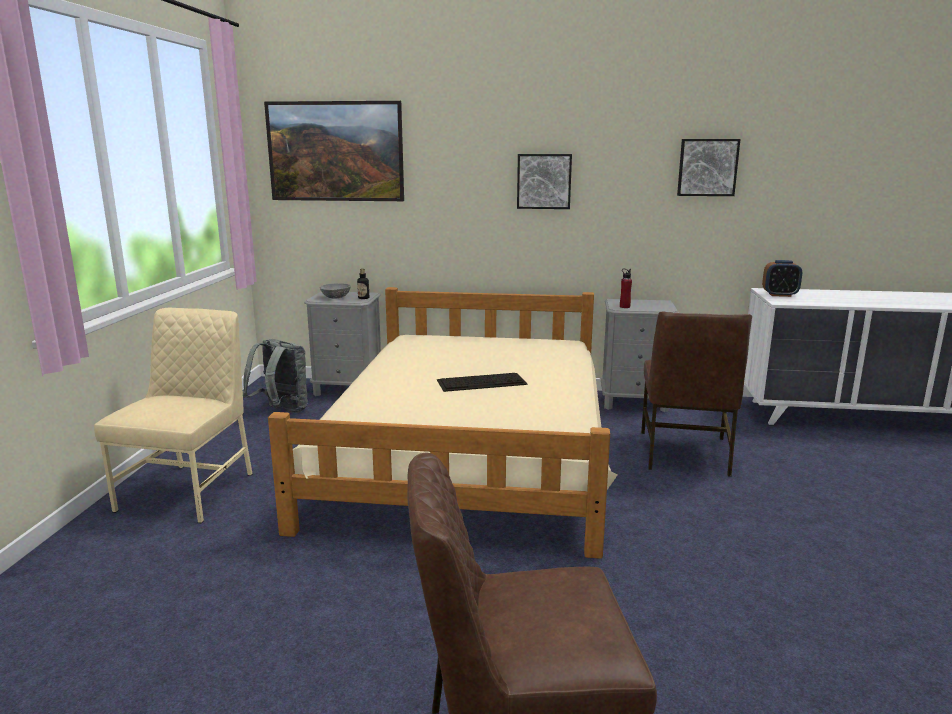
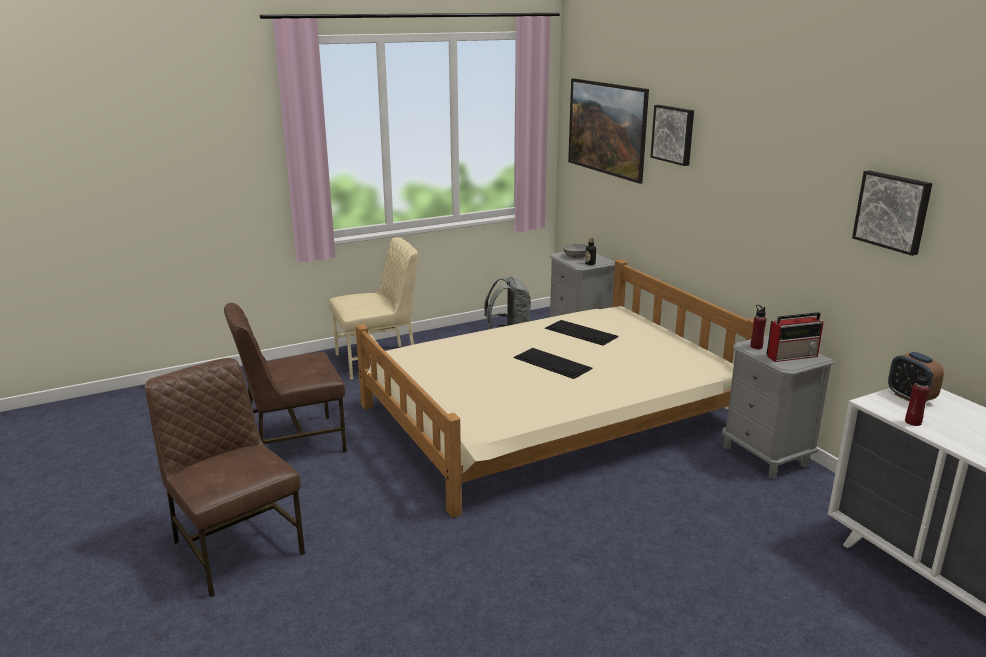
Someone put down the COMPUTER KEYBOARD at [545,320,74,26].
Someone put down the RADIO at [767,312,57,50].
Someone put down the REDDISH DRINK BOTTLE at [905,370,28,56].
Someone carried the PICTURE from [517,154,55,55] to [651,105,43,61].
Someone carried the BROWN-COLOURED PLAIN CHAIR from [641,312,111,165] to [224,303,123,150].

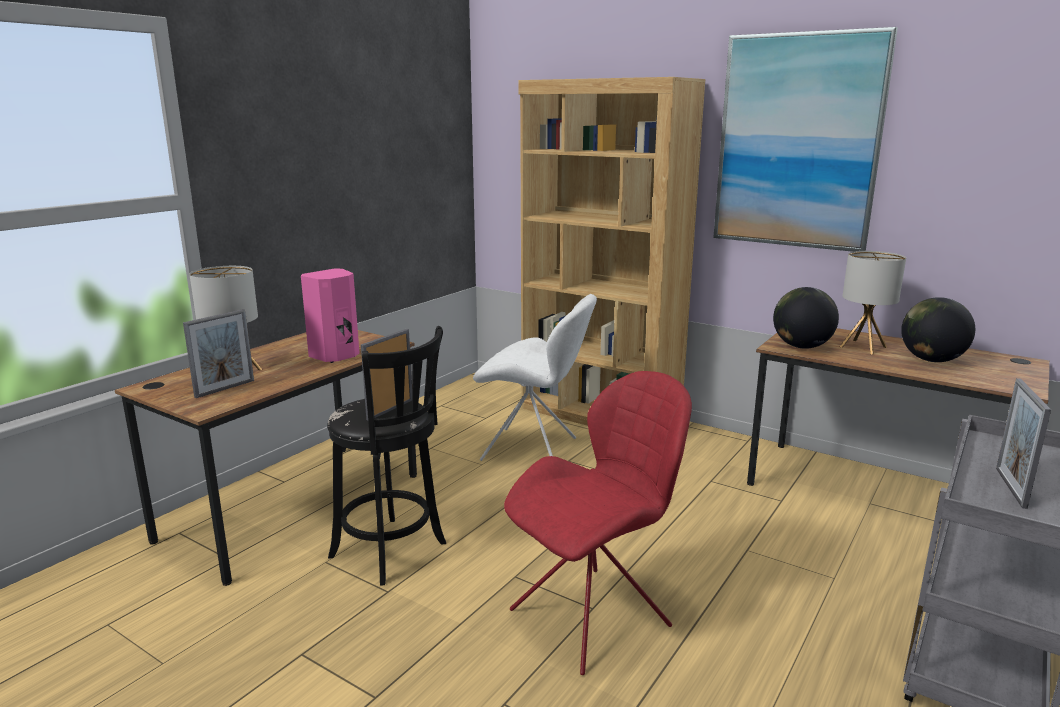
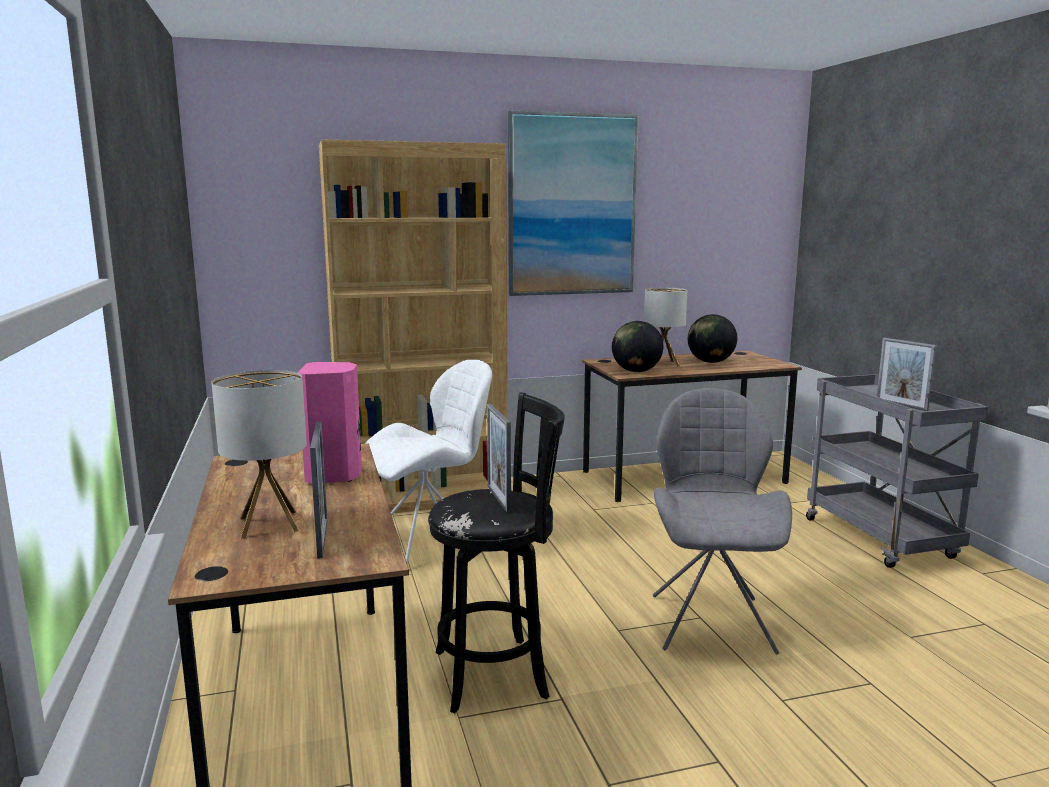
Someone repainted the REDDISH PLAIN CHAIR at [504,371,188,304], which became the GRAY PLAIN CHAIR at [653,388,139,267].

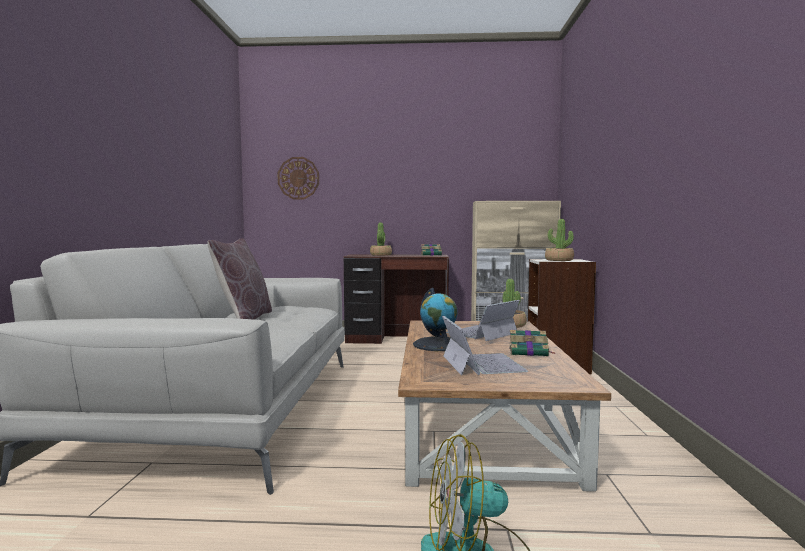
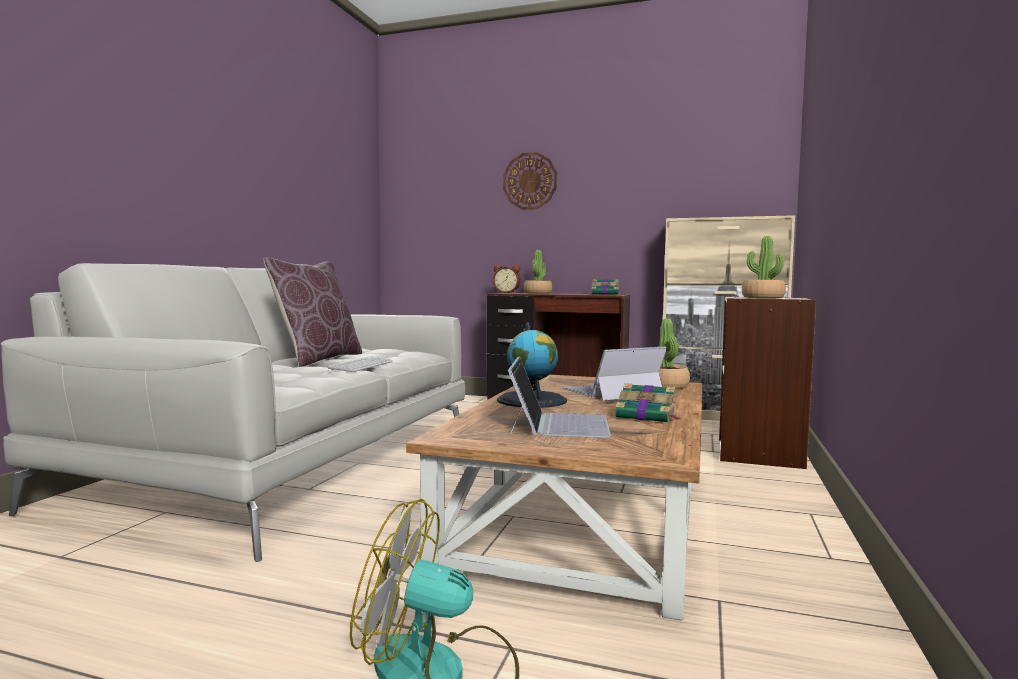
Someone put down the COMPUTER KEYBOARD at [328,356,65,16].
Someone put down the BEDSIDE CLOCK at [493,264,28,29].
Someone carried the CLOCK ON THE WALL from [278,157,41,43] to [503,152,54,58].

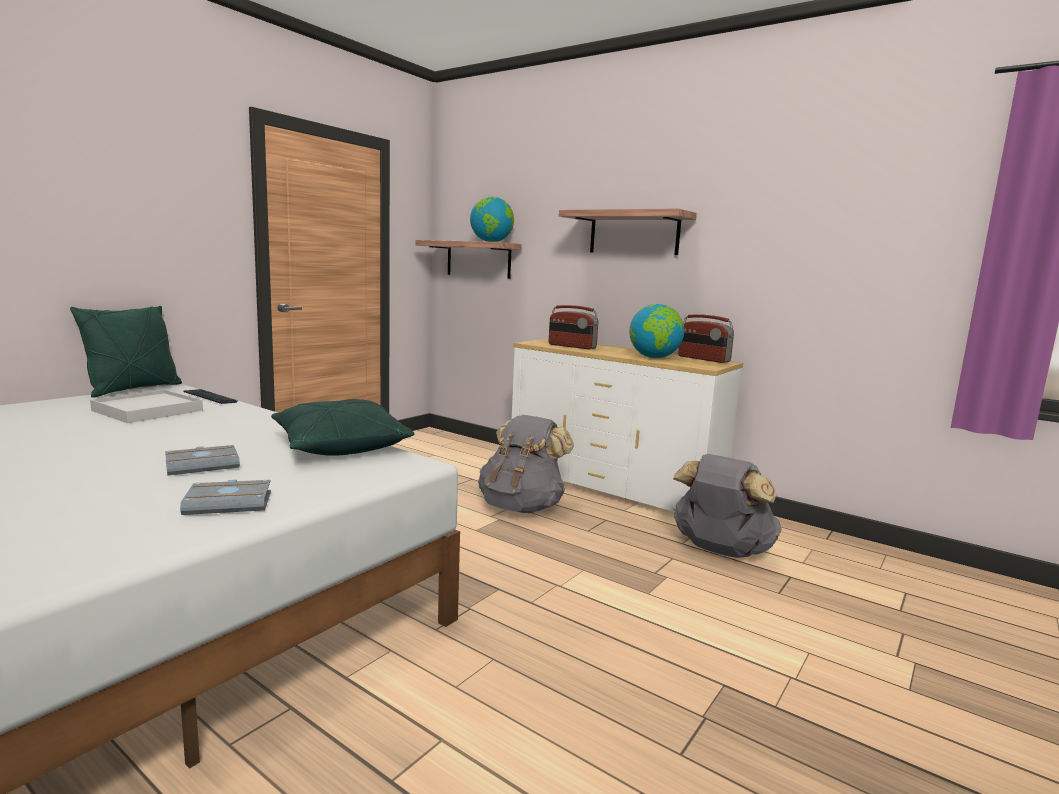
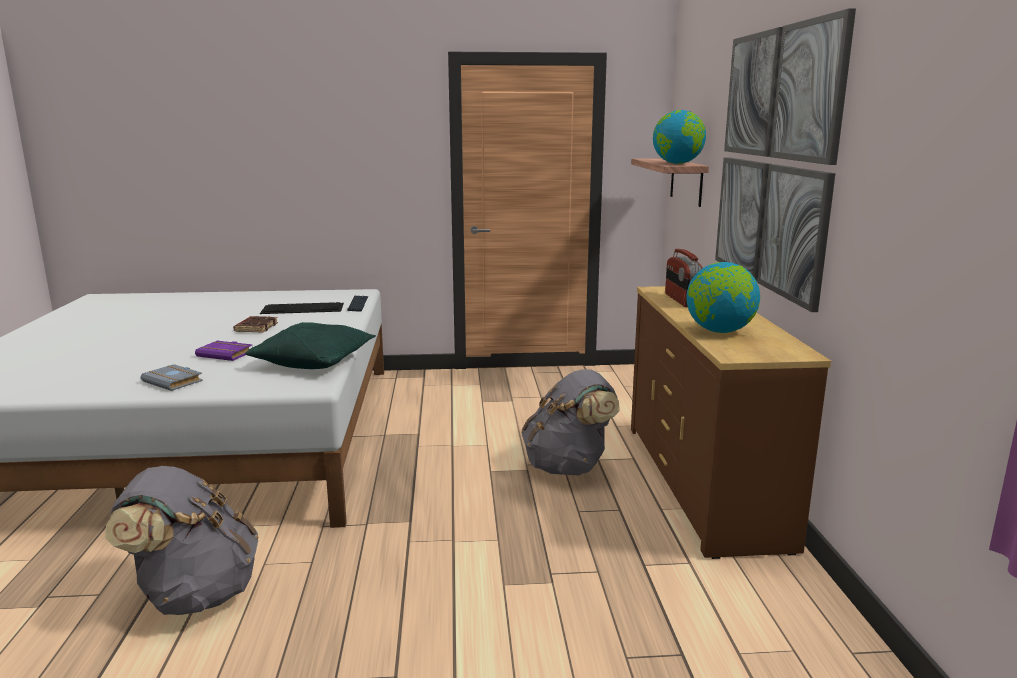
Someone took away the GREENISH PILLOW at [70,306,112,92].
Someone took away the RADIO at [678,314,56,49].
Someone put down the BROWN-COLOURED BOUND BOOK at [233,316,45,17].
Someone carried the GRAY RUCKSACK from [673,454,108,104] to [105,466,154,149].
Someone swapped the WHITE CARRYING TRAY at [90,390,113,33] for the COMPUTER KEYBOARD at [260,302,84,12].
Someone swapped the WALL SHELF at [559,208,138,47] for the PICTURE at [715,8,141,304].
Someone repainted the GRAY BOUND BOOK at [165,445,75,31], which became the PURPLE-COLOURED BOUND BOOK at [195,341,57,20].
Someone repainted the WHITE DRESSER at [512,339,231,173], which became the BROWN-COLOURED DRESSER at [631,286,200,273].

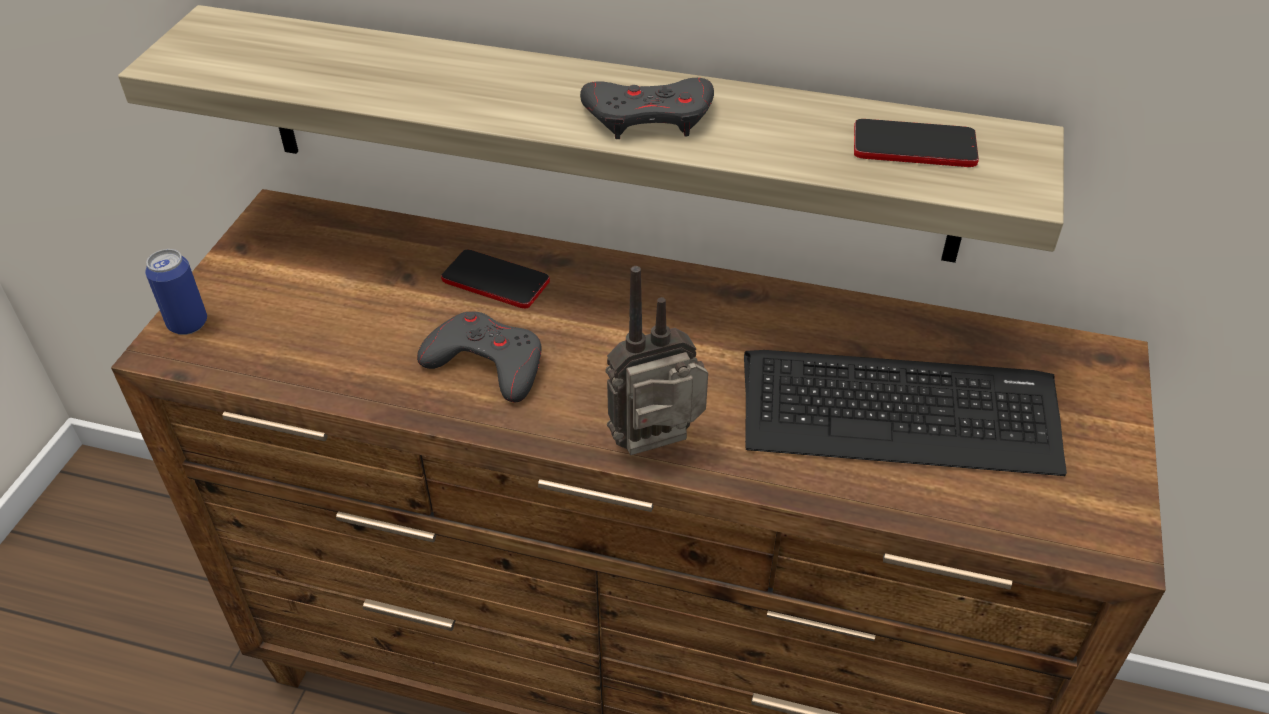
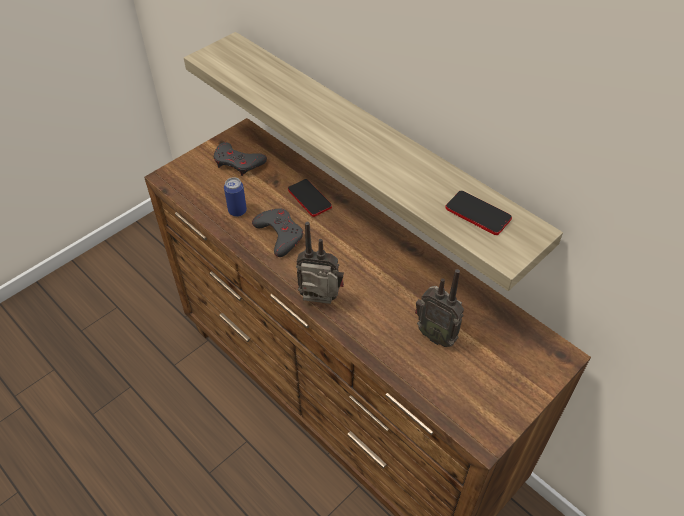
Someone carried the SEALED CAN from [145,249,62,86] to [224,177,23,40].
Someone carried the GRAY GAMEPAD from [580,78,134,61] to [214,142,53,34].
Someone swapped the COMPUTER KEYBOARD at [744,350,323,126] for the RADIO at [415,269,49,78].

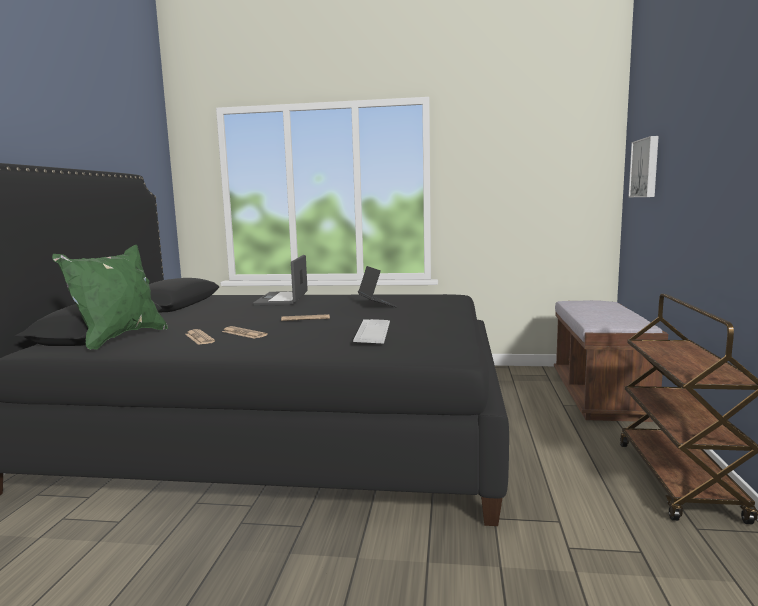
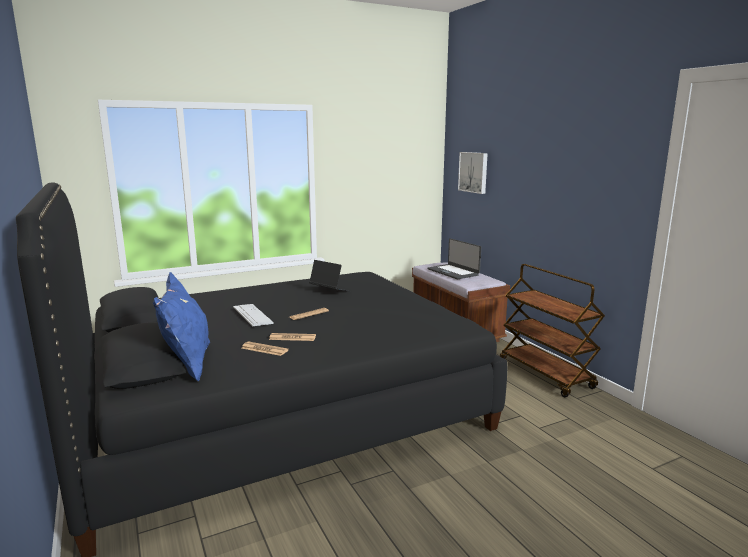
Someone carried the LAPTOP from [253,255,55,51] to [427,238,54,41].
Someone carried the COMPUTER KEYBOARD from [353,319,37,25] to [233,304,41,22].
Someone repainted the GREENISH PILLOW at [52,245,116,105], which became the BLUISH PILLOW at [153,273,57,109].

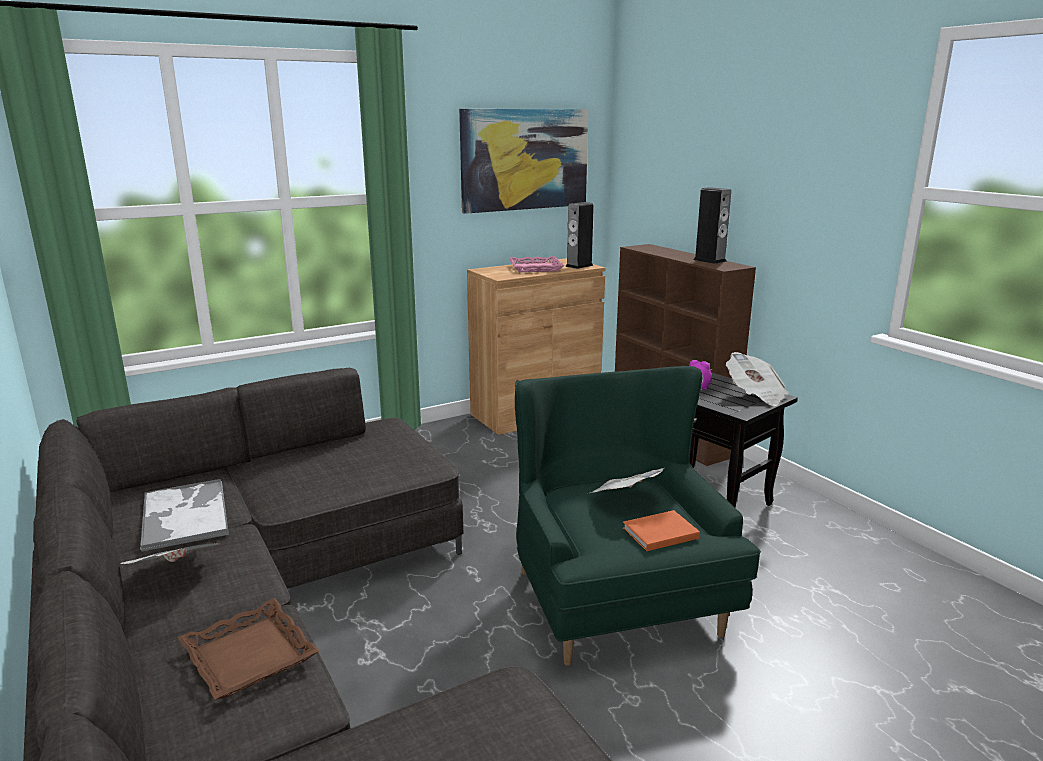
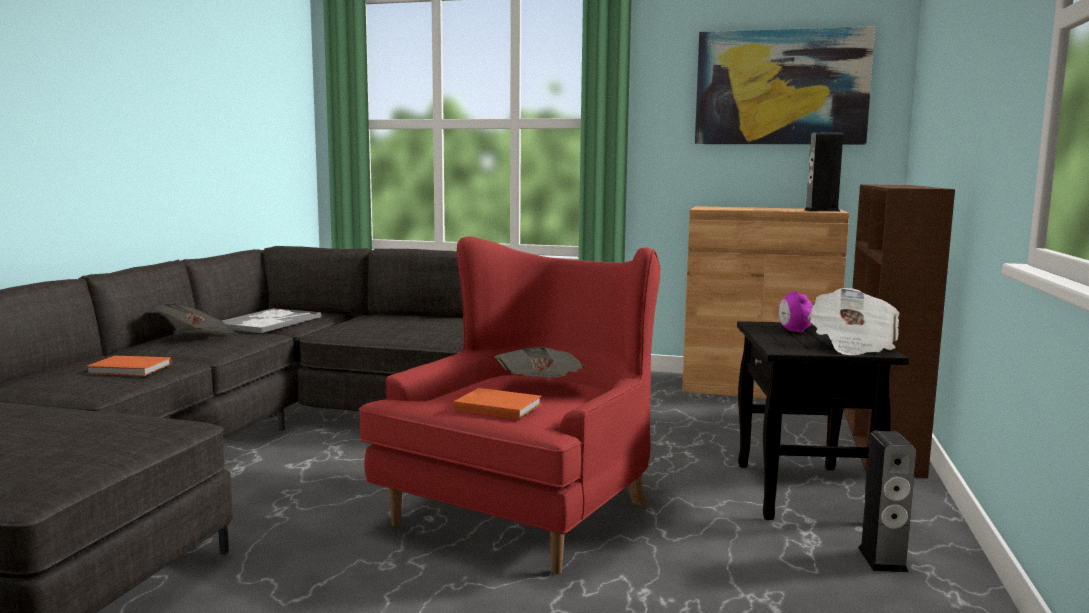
Someone took away the PINKISH CARRYING TRAY at [508,256,56,16].
Someone carried the SPEAKER from [693,187,38,77] to [858,431,58,142].
Someone swapped the BROWN-COLOURED CARRYING TRAY at [178,598,141,101] for the ORANGEY BOUND BOOK at [86,356,85,20].
Someone repainted the GREENISH ARMCHAIR at [515,366,246,300], which became the REDDISH ARMCHAIR at [359,236,302,338].

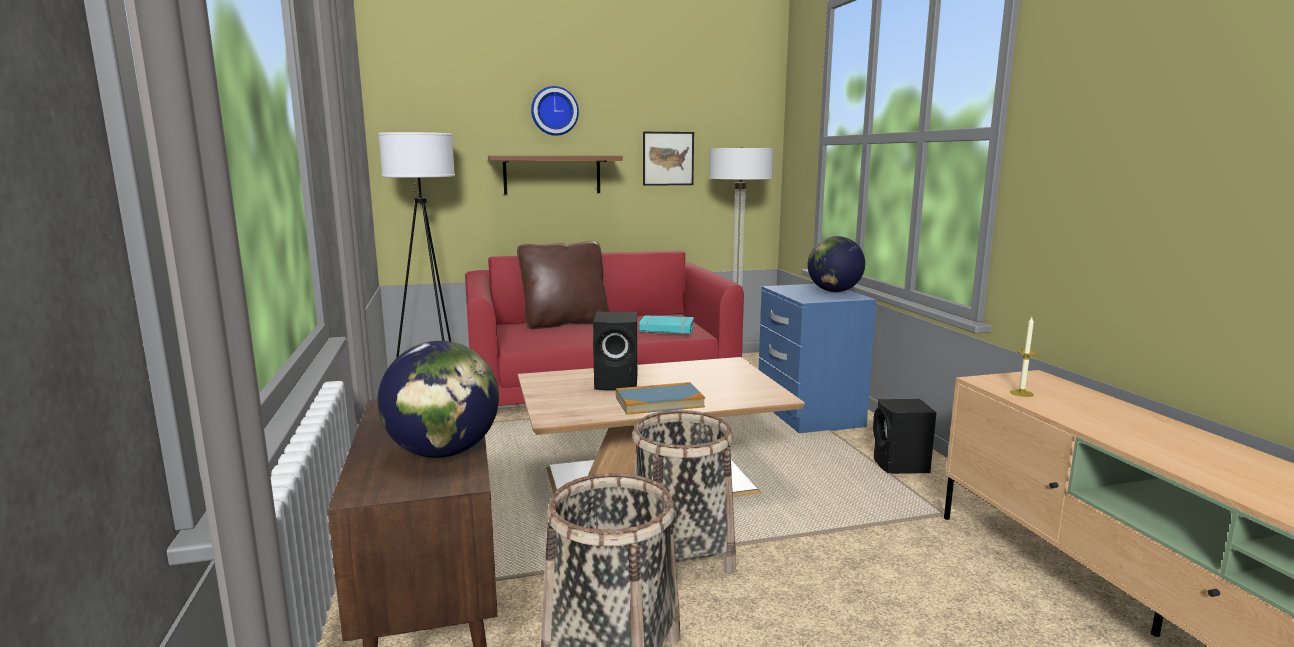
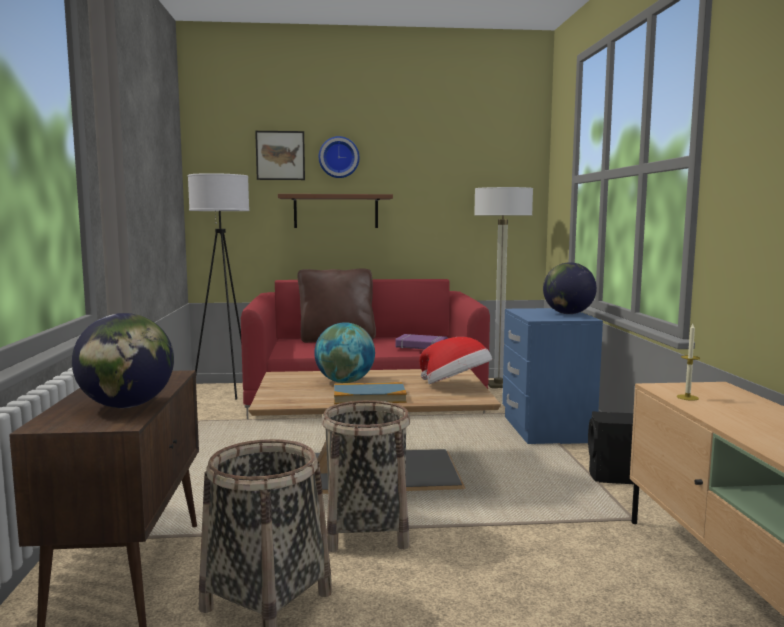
Someone put down the HAT at [419,337,73,47].
Someone carried the PICTURE from [643,132,51,54] to [255,131,50,49].
Someone swapped the BLACK SPEAKER at [593,312,44,78] for the GLOBE at [314,322,61,61].
Someone repainted the TURQUOISE BOUND BOOK at [639,315,55,19], which became the PURPLE-COLOURED BOUND BOOK at [396,334,52,15].

